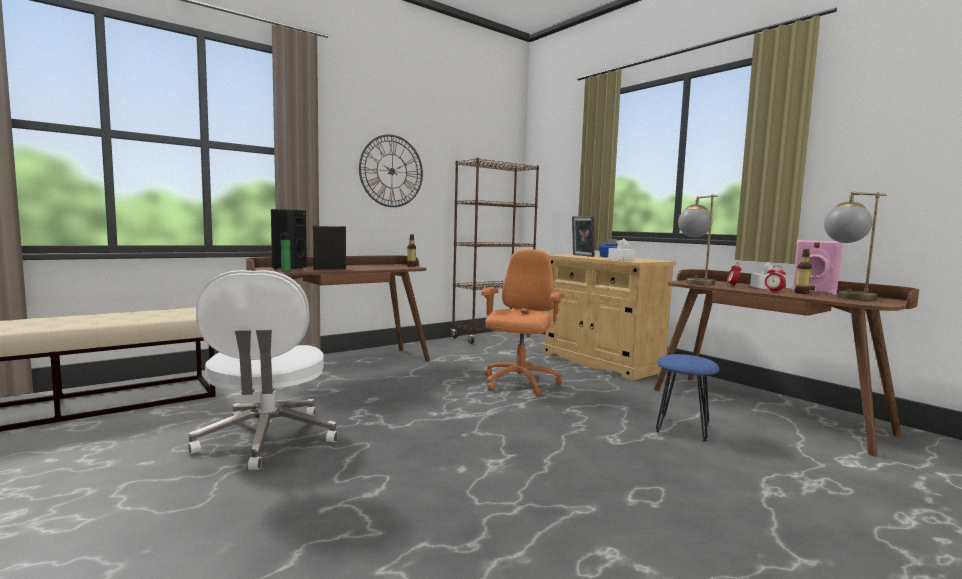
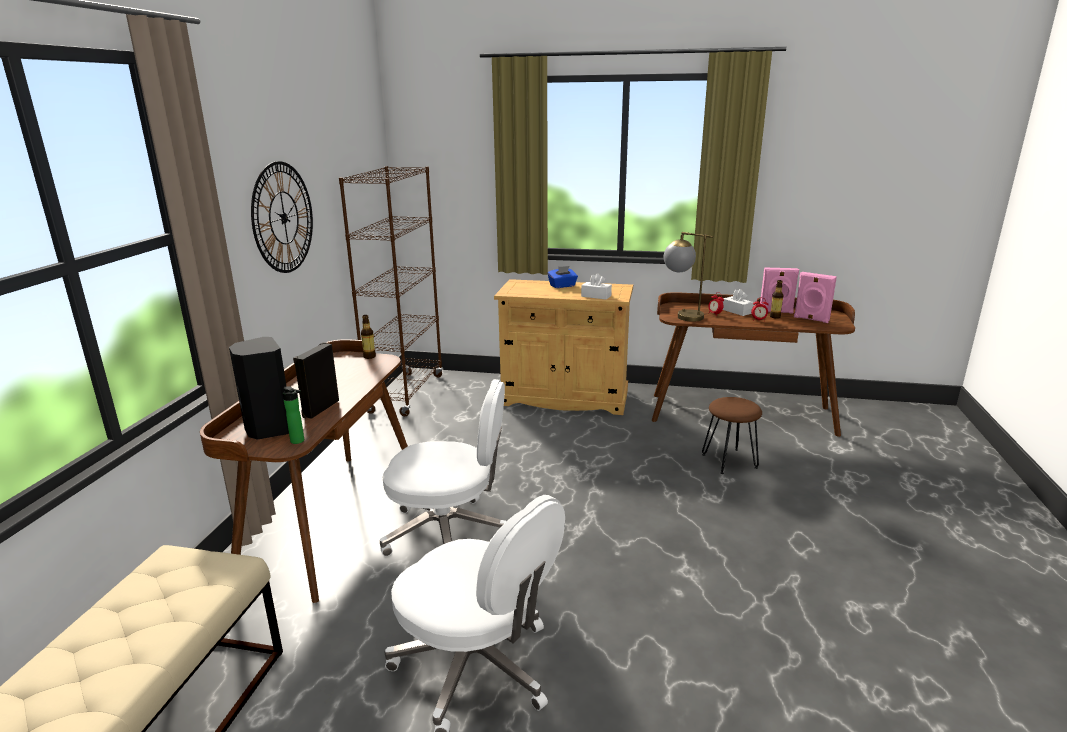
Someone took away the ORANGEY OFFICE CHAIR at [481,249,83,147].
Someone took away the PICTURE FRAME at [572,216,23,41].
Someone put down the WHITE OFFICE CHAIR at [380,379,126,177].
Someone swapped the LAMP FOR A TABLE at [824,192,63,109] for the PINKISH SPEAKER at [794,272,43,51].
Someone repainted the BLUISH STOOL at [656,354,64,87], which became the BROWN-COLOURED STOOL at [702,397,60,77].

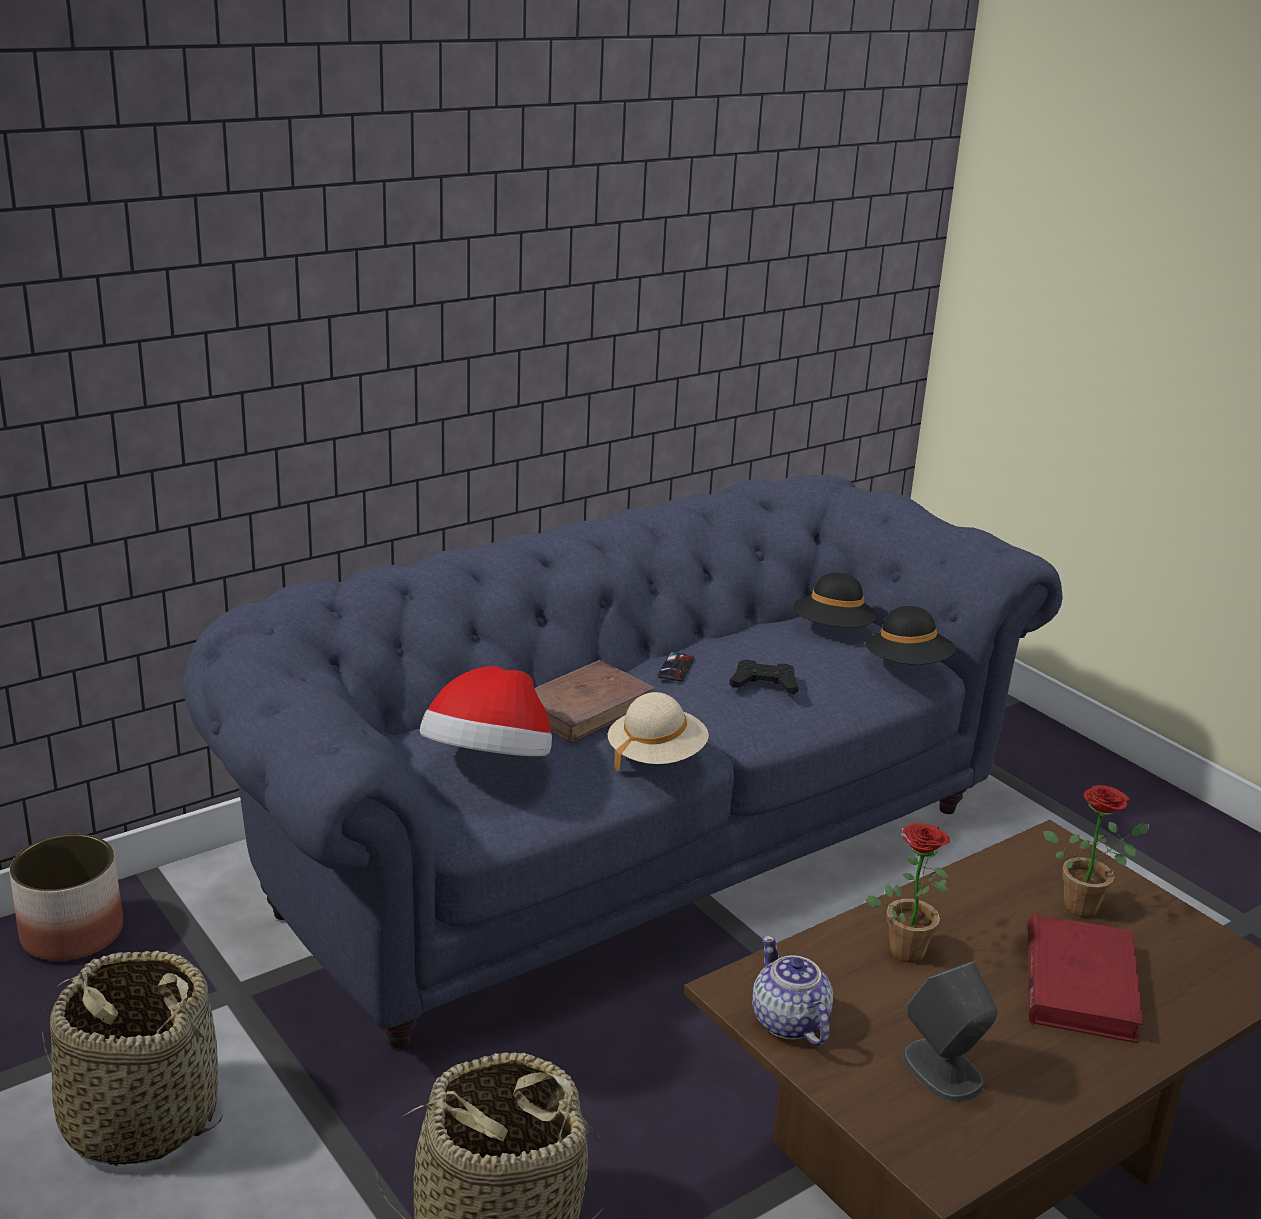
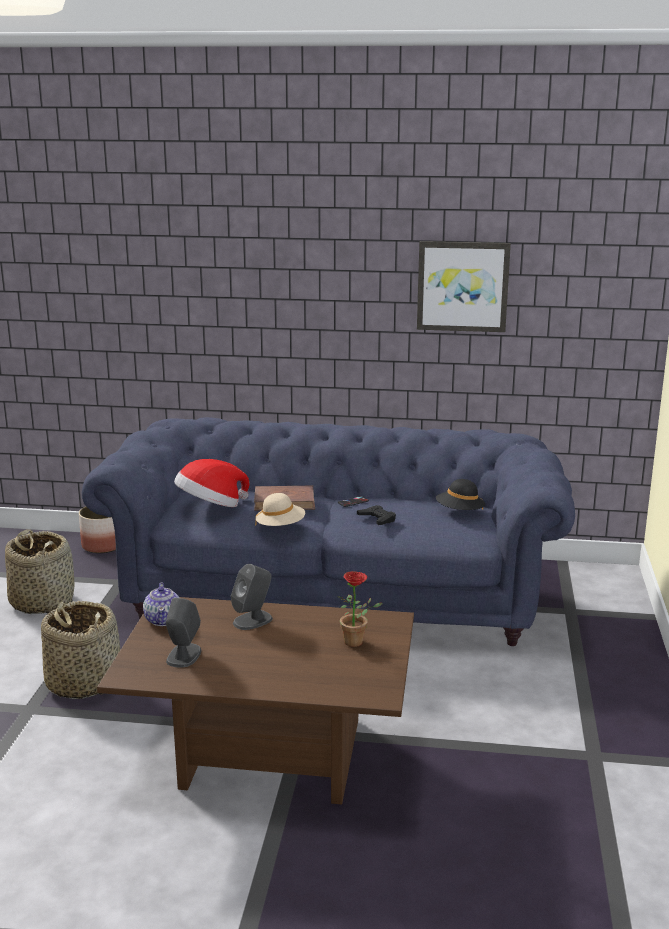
Someone took away the BLACK HAT at [865,606,91,59].
Someone took away the REDDISH BOUND BOOK at [1028,914,115,129].
Someone put up the PICTURE at [417,241,94,91].
Someone swapped the HOUSEPLANT at [865,823,85,140] for the GRAY SPEAKER at [231,564,42,66].
Someone rotated the TEAPOT at [752,936,81,109] by 150 degrees clockwise.

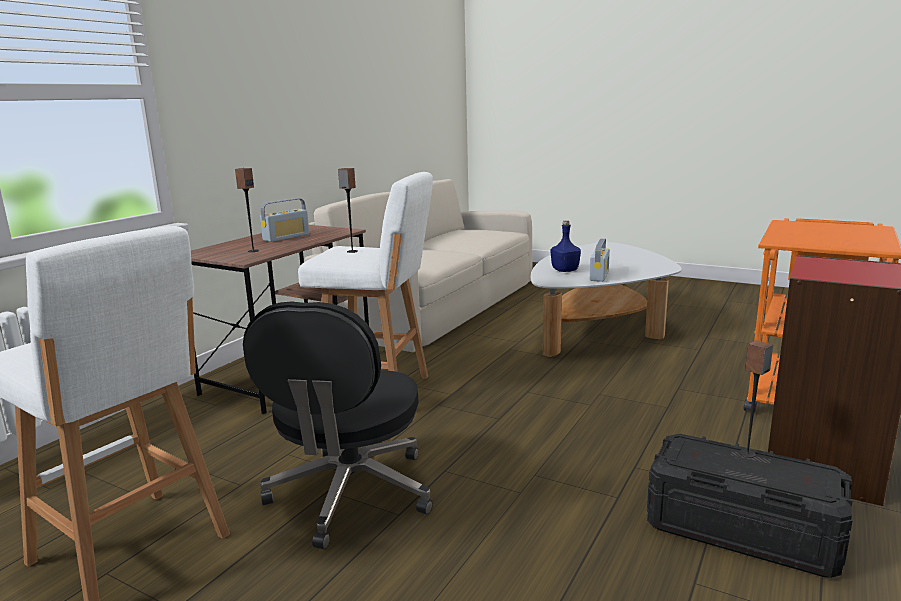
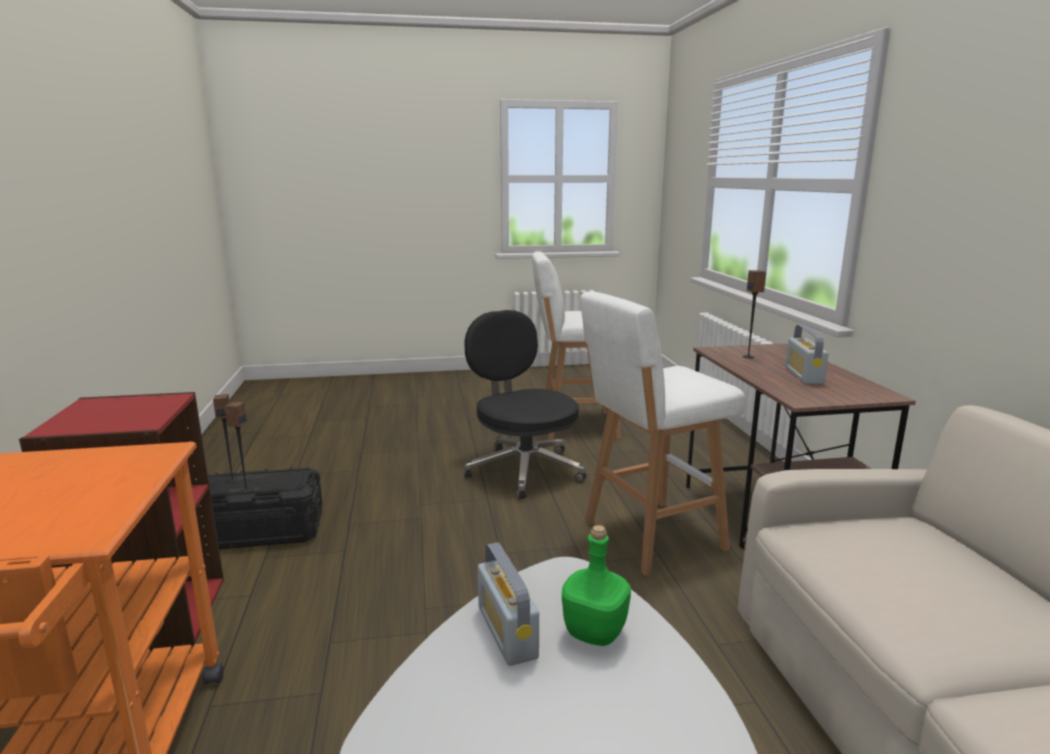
Someone carried the SPEAKER from [338,168,20,85] to [213,394,26,89].
Someone repainted the BLUISH DRINK BOTTLE at [551,220,30,52], which became the GREENISH DRINK BOTTLE at [562,525,69,121].

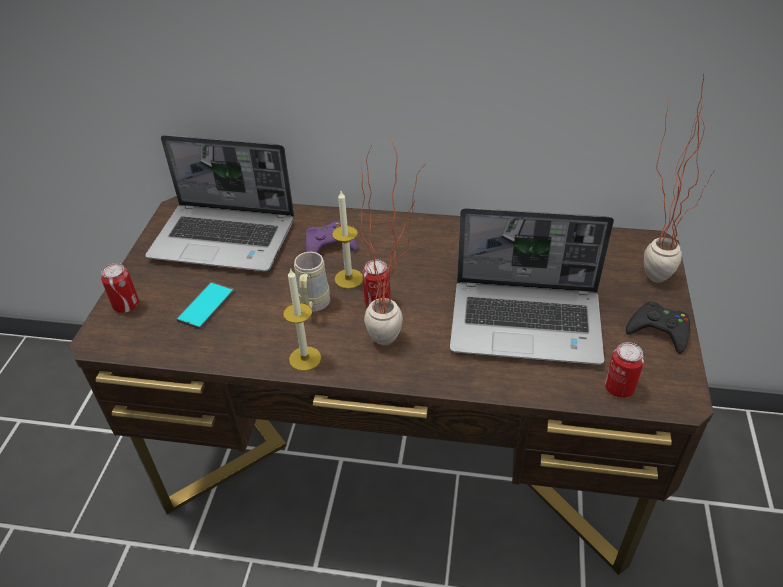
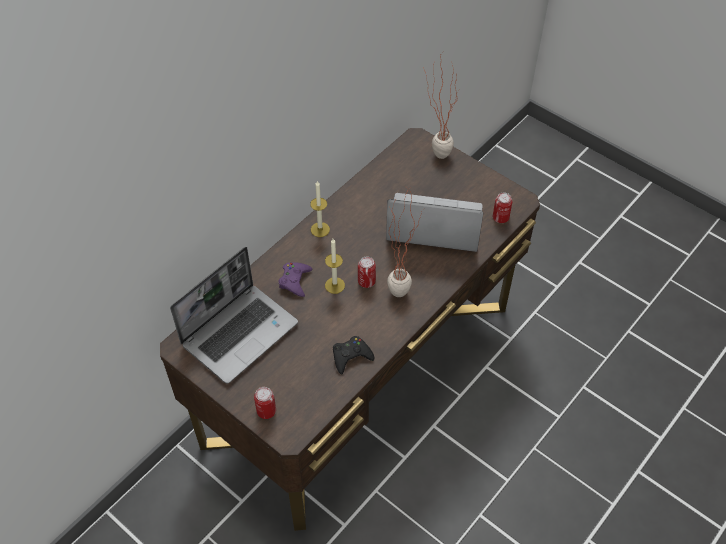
Someone took away the TELEPHONE at [176,282,59,47].
Someone took away the SAND-COLOURED COFFEE MUG at [294,252,36,60].
Someone carried the WAX CANDLE from [283,268,38,103] to [310,181,20,56].
Someone carried the BLACK GAMEPAD from [626,301,64,53] to [333,336,41,38].
Someone rotated the LAPTOP at [450,208,164,157] by 120 degrees counterclockwise.

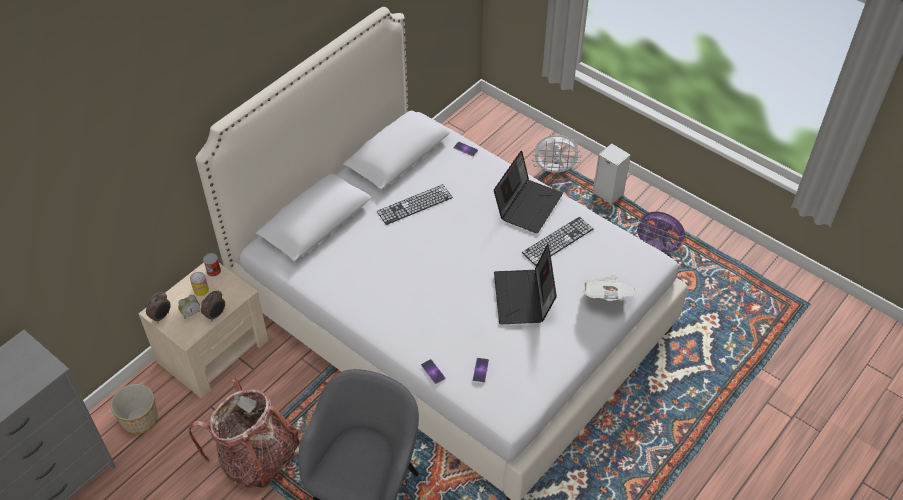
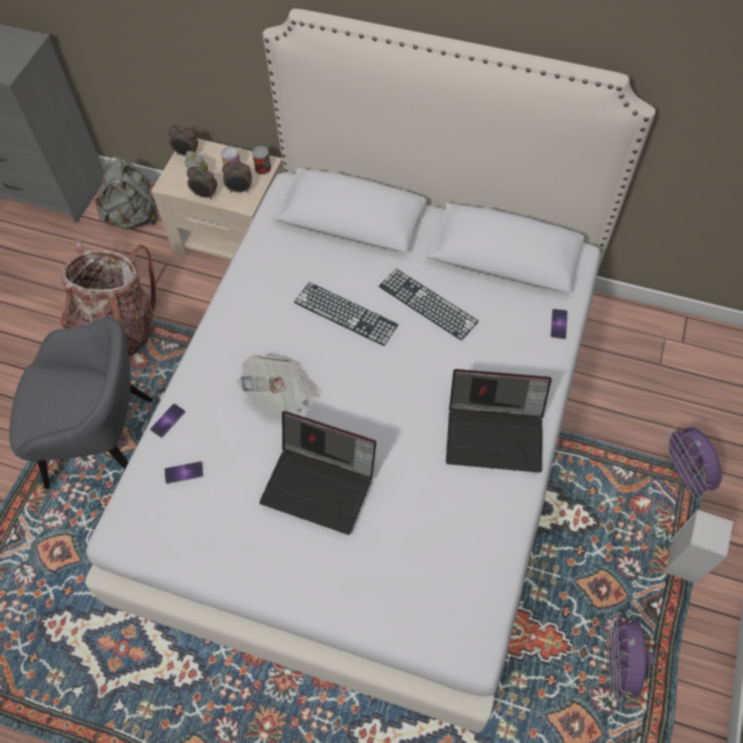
Someone put down the BEDSIDE CLOCK at [222,161,30,32].
Someone carried the COMPUTER KEYBOARD from [522,217,72,49] to [294,282,104,64].
Someone carried the PRINTED PAPER from [583,275,52,26] to [237,355,84,58].
Someone swapped the PLANT POT at [111,384,47,50] for the GRAY RUCKSACK at [93,157,65,73].
Someone repainted the WHITE FAN at [532,135,49,41], which became the PURPLE-COLOURED FAN at [663,426,59,74].
Someone rotated the LAPTOP at [494,244,63,80] by 135 degrees counterclockwise.

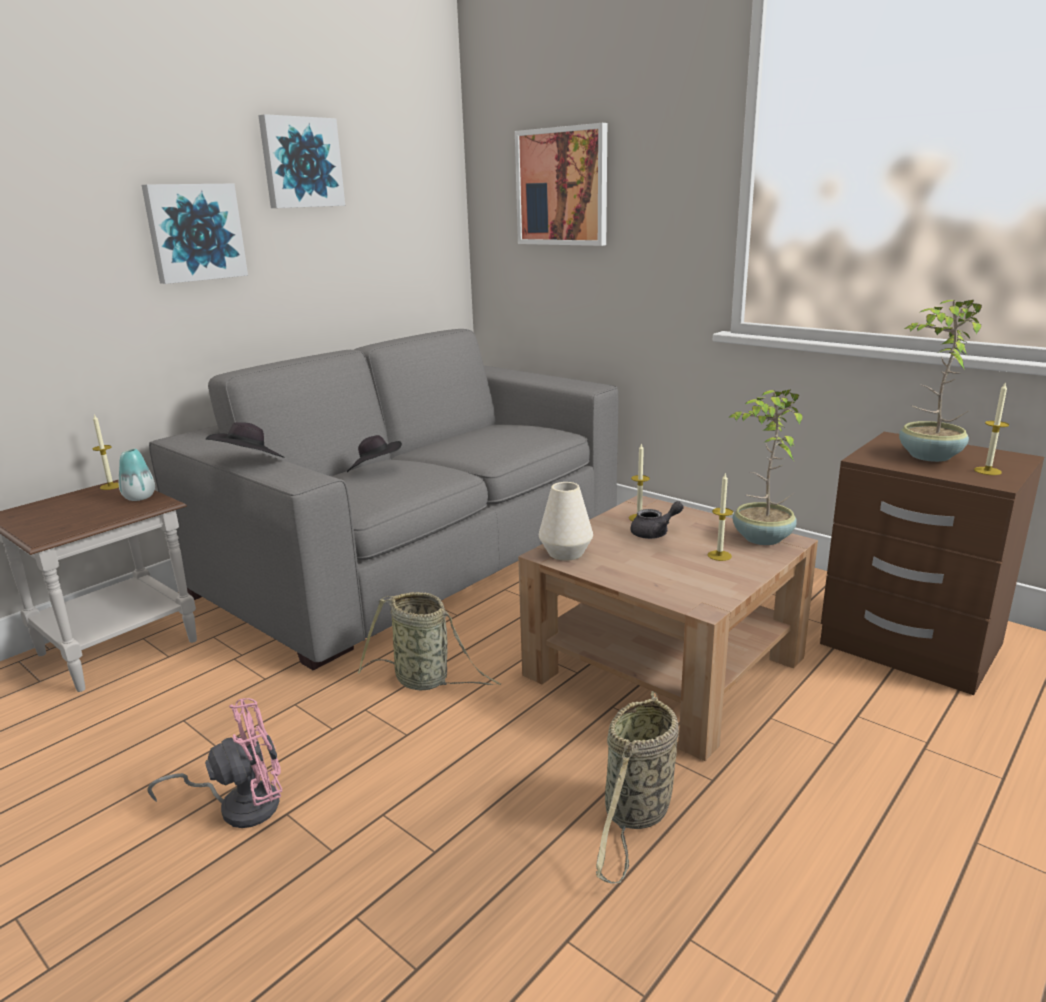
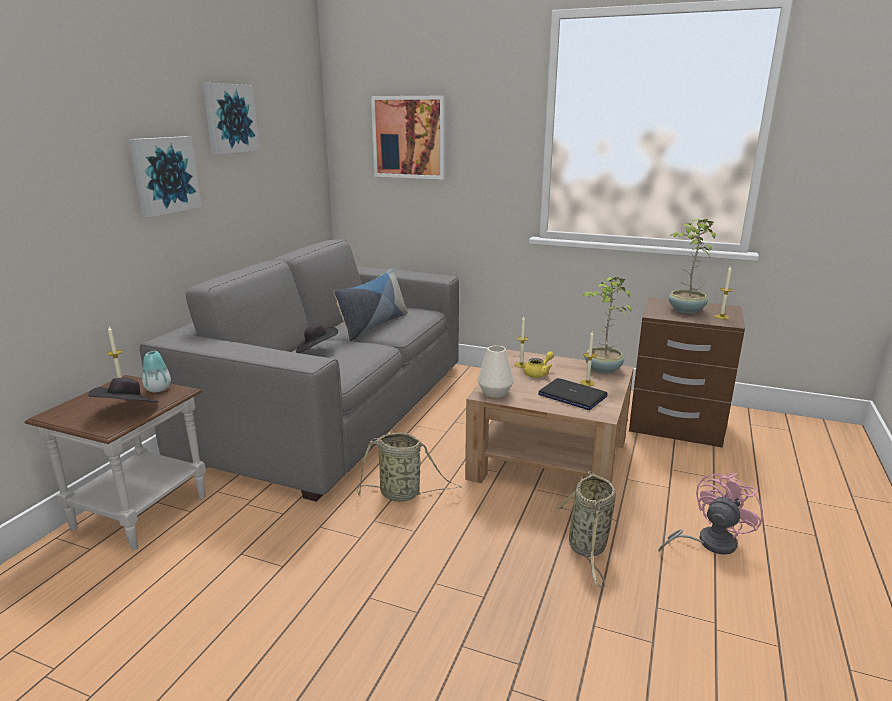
Someone put down the PILLOW at [334,269,74,72].
Someone put down the LAPTOP at [538,378,70,32].
Someone carried the PINKISH FAN from [147,698,135,130] to [659,473,104,82].
Someone carried the BLACK HAT from [206,422,79,36] to [88,377,71,25].
Someone repainted the GRAY TEAPOT at [631,501,53,38], which became the YELLOW TEAPOT at [524,351,30,27].

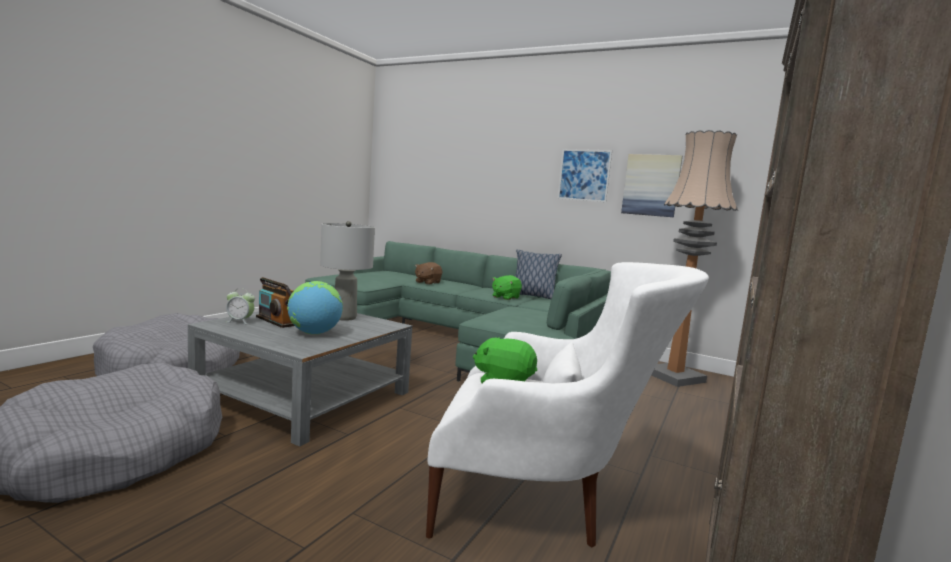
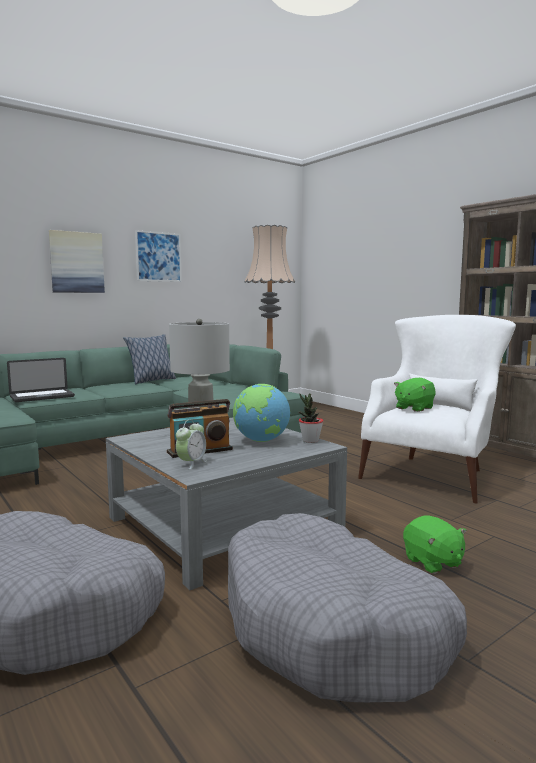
Someone put down the HOUSEPLANT at [299,394,24,49].
Someone carried the GREENISH PLUSH TOY from [492,275,30,25] to [403,516,64,58].
Someone carried the PICTURE from [621,154,61,63] to [49,230,56,63].
Someone swapped the BROWN-COLOURED PLUSH TOY at [415,262,27,23] for the LAPTOP at [7,358,68,44].

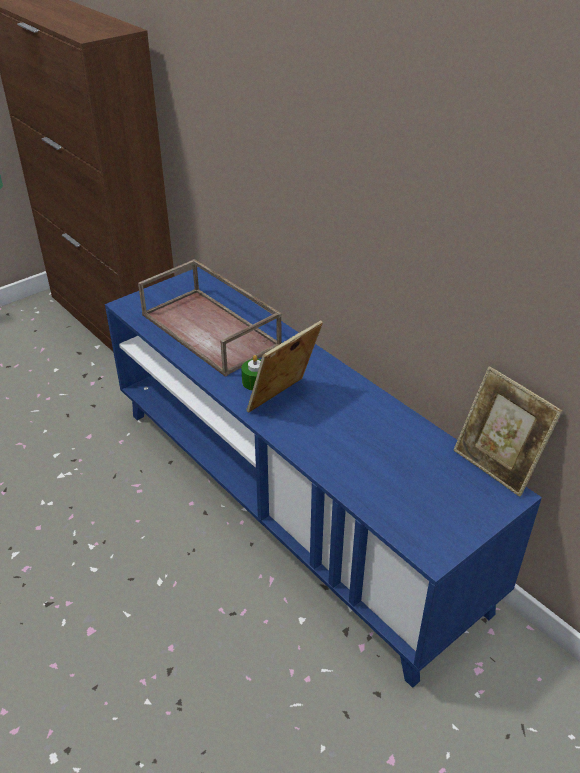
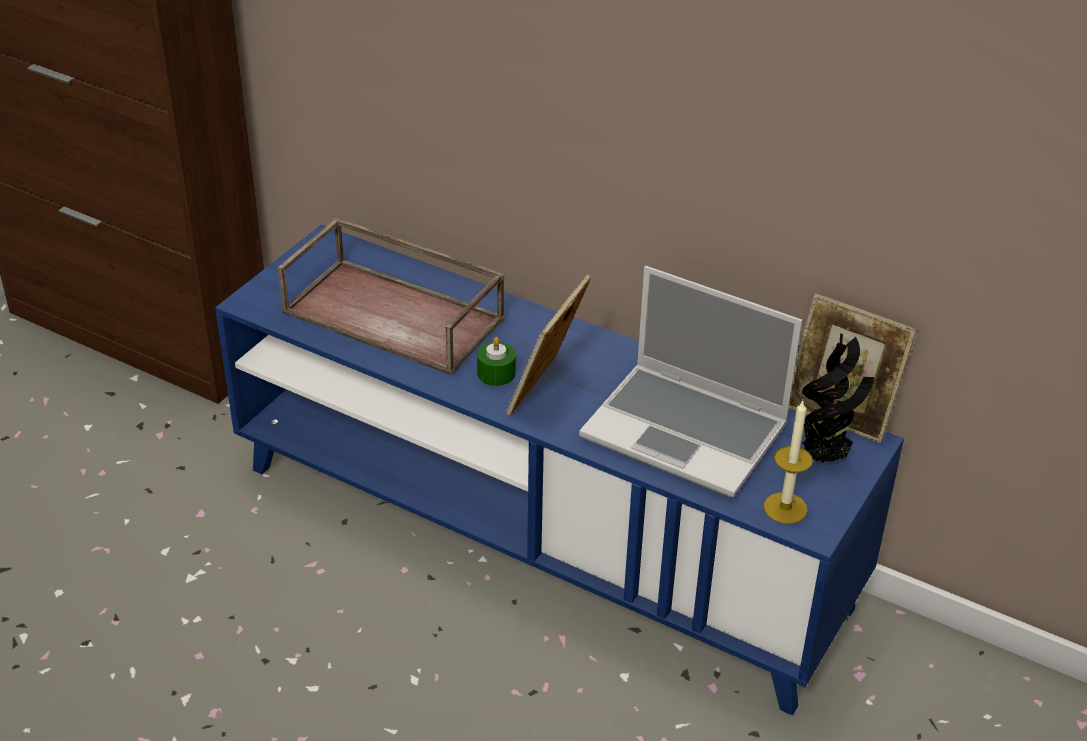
Someone put down the LAPTOP at [579,266,223,232].
Someone put down the WAX CANDLE at [764,401,49,123].
Someone put down the HOUSEPLANT at [801,333,73,130].

